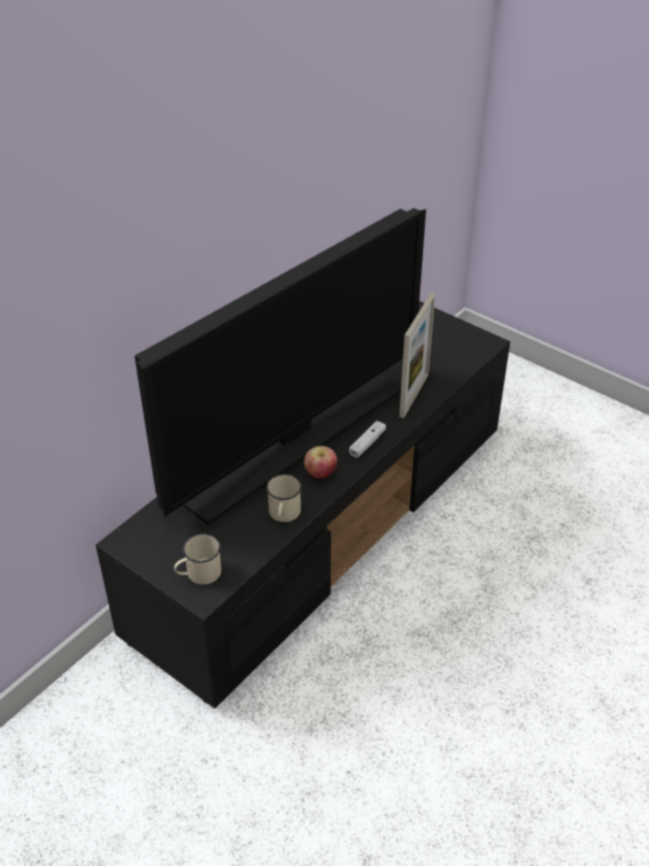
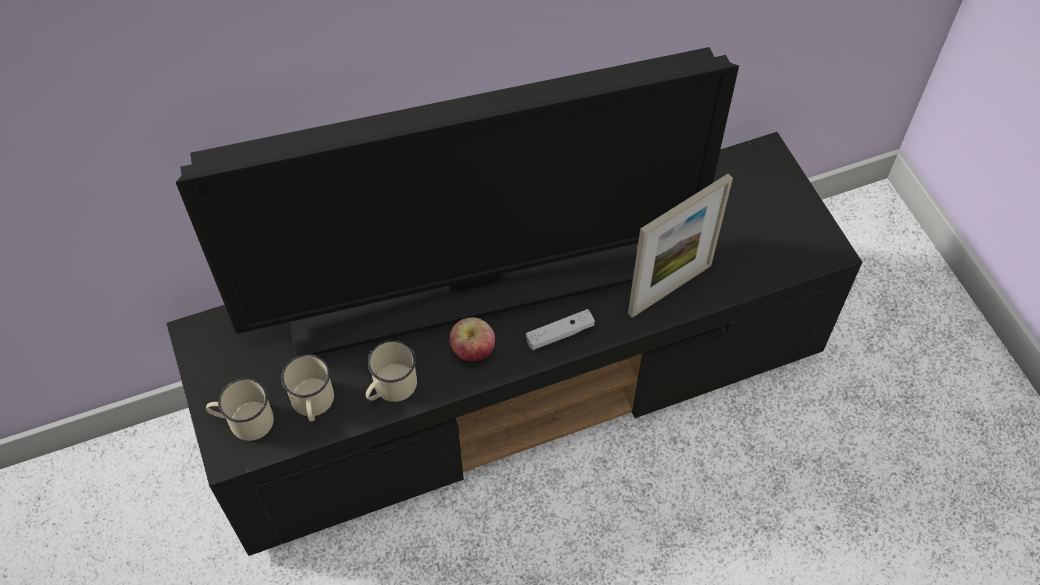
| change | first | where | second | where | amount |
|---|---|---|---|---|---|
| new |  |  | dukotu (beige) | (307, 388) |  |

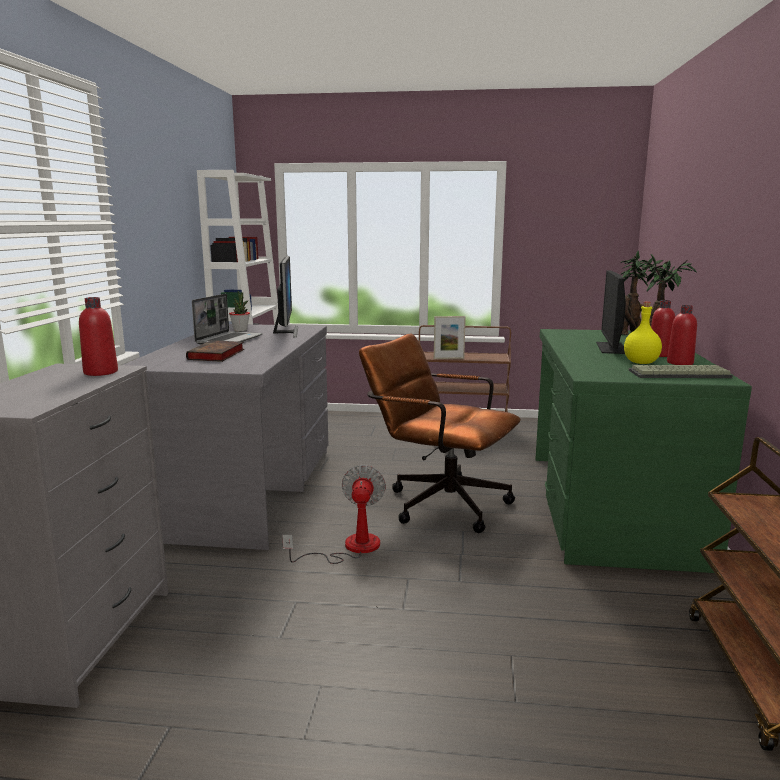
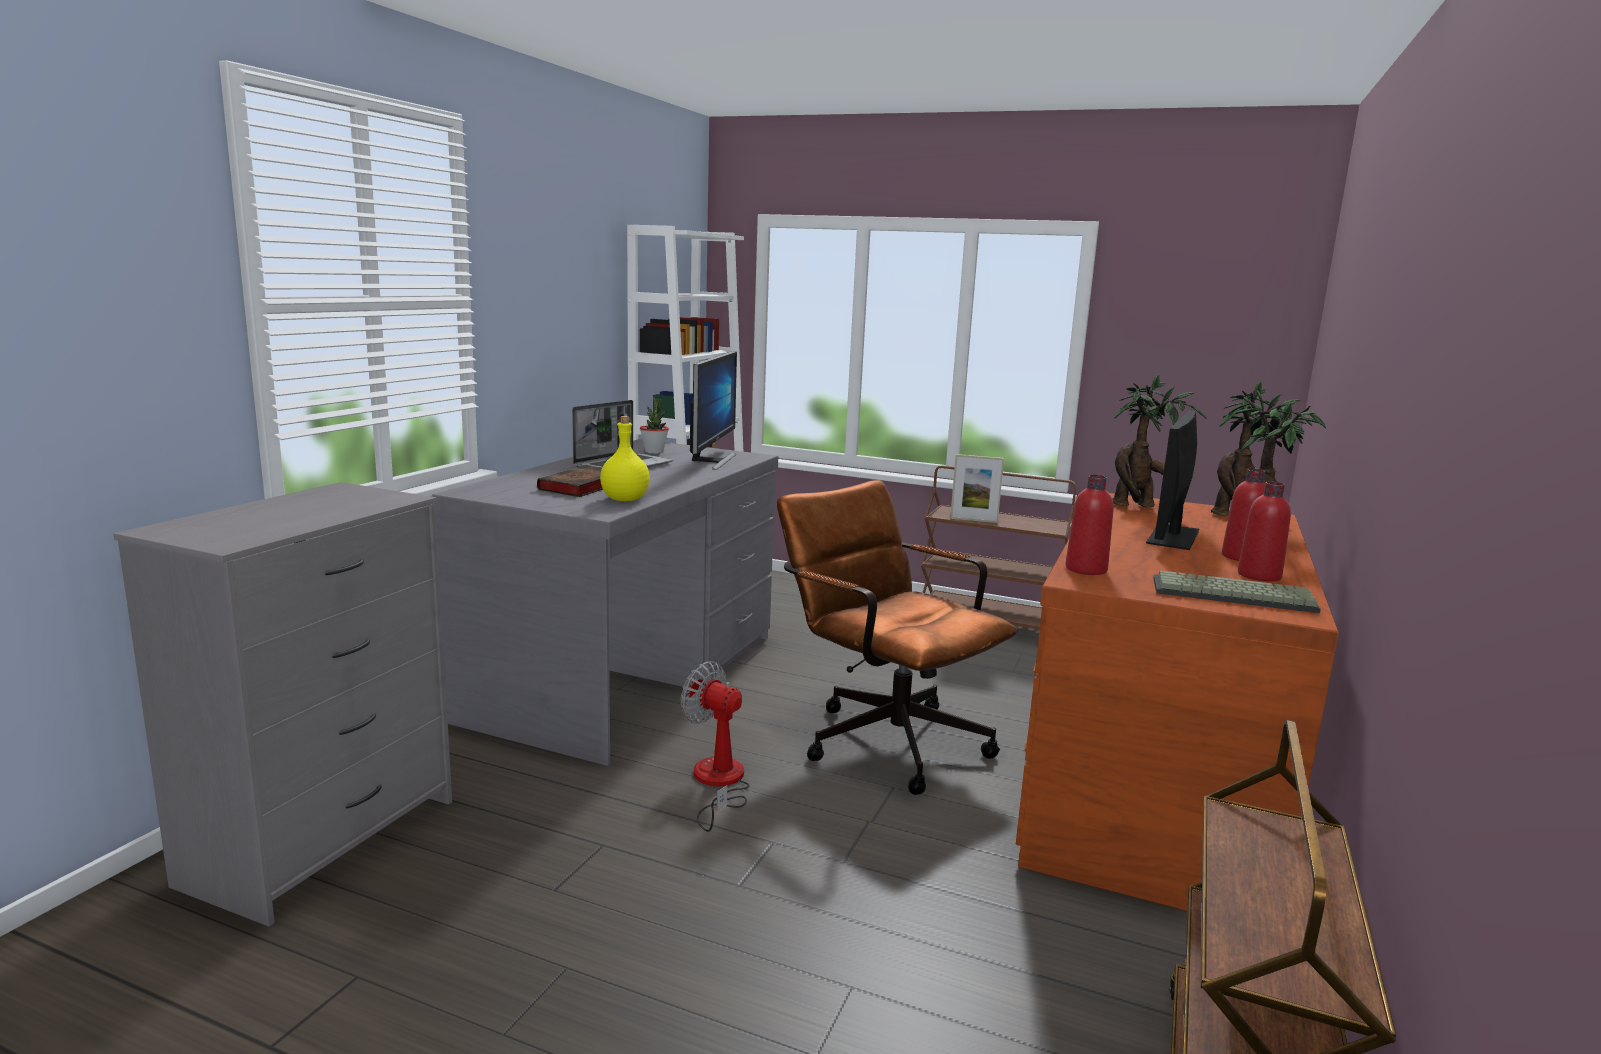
| change | first | where | second | where | amount |
|---|---|---|---|---|---|
| new |  |  | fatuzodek | (1159, 440) |  |
| shifted | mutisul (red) | (98, 336) |  | (1089, 525) |  |
| shifted | mutisul (yellow) | (643, 333) |  | (625, 458) |  |
| repainted | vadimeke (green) | (643, 451) | vadimeke (brown) | (1177, 702) |  |
| rotated | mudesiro | (334, 514) |  | (715, 746) | 75 degrees counterclockwise |

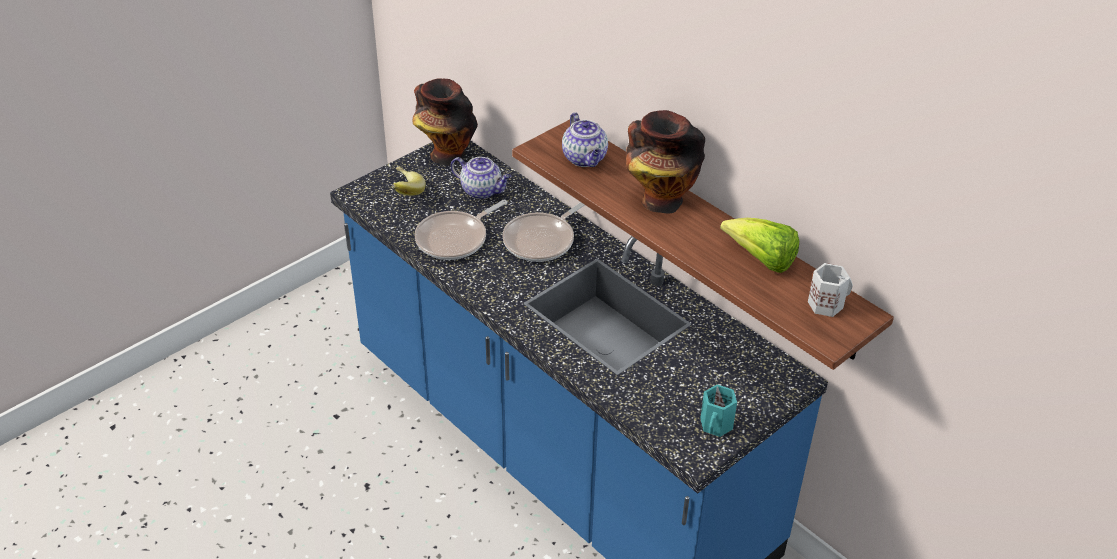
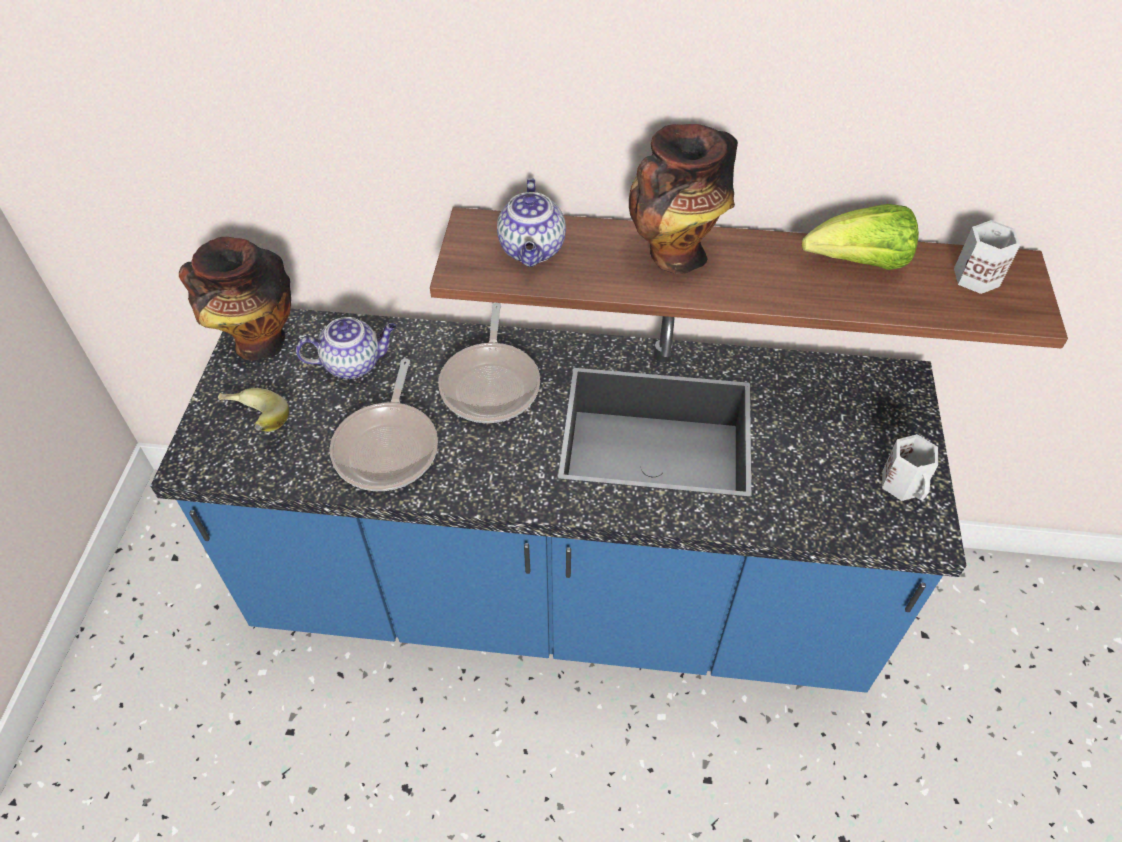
| change | first | where | second | where | amount |
|---|---|---|---|---|---|
| repainted | dukotu (turquoise) | (718, 410) | dukotu (white) | (910, 467) |  |
| rotated | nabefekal | (585, 139) |  | (531, 222) | 60 degrees clockwise |

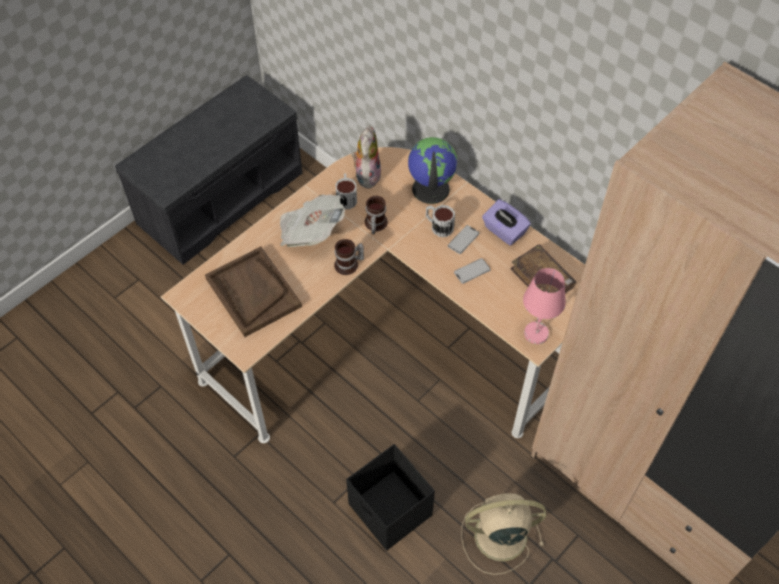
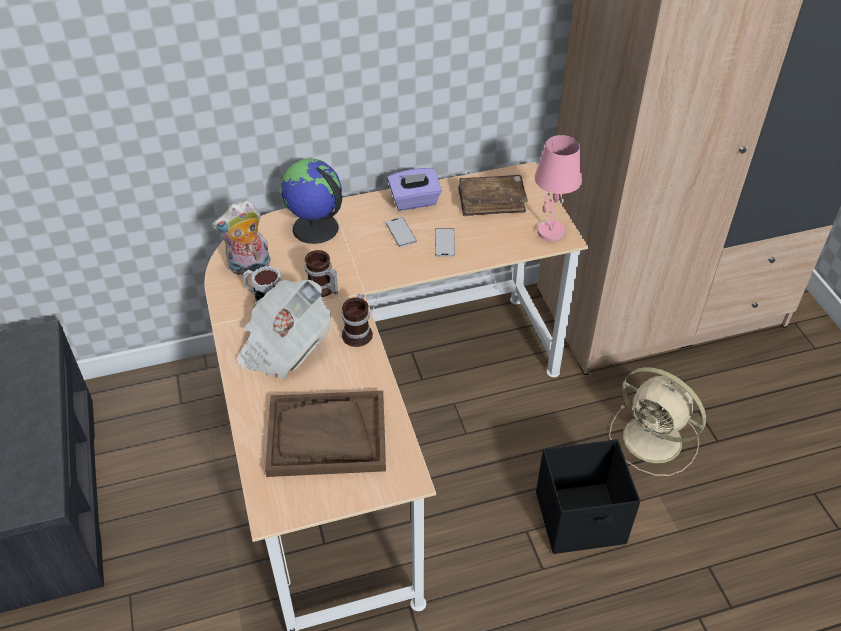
| change | first | where | second | where | amount |
|---|---|---|---|---|---|
| gone | dukotu | (440, 221) |  |  |  |
| rotated | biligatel | (366, 157) |  | (241, 237) | 60 degrees counterclockwise |
| rotated | mudesiro (beige) | (503, 534) |  | (657, 421) | 75 degrees counterclockwise |

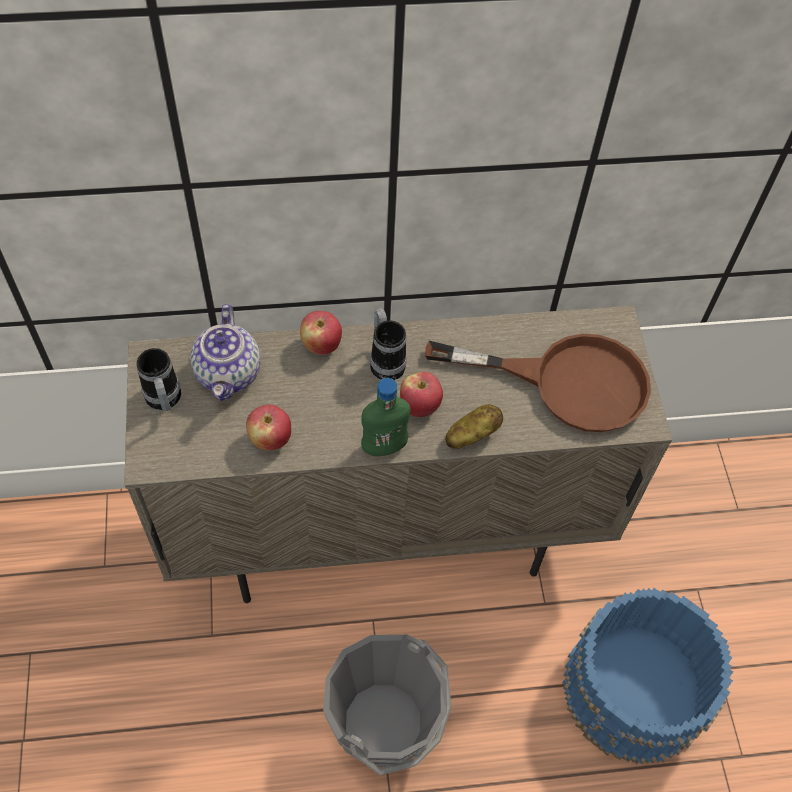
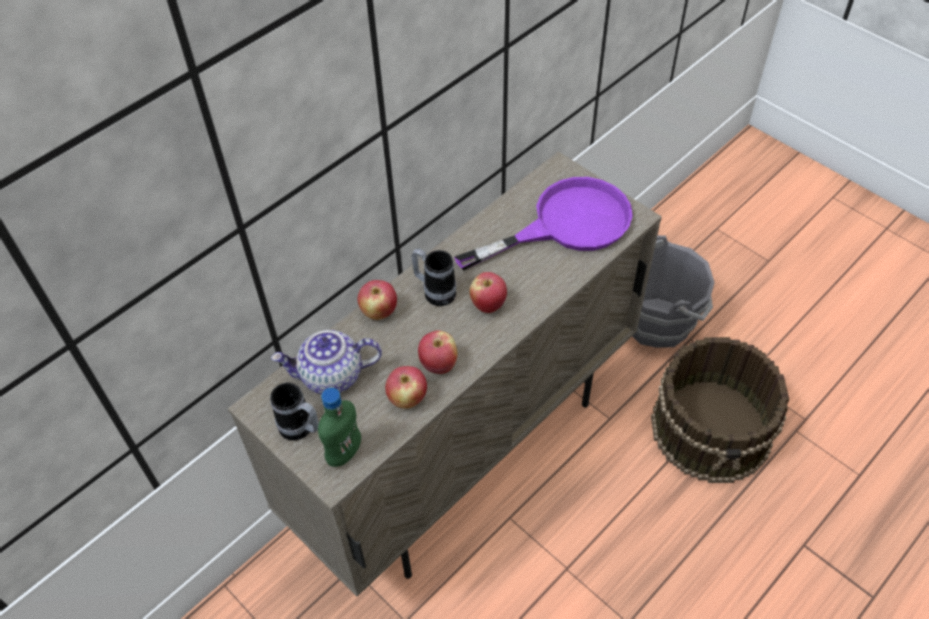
| change | first | where | second | where | amount |
|---|---|---|---|---|---|
| gone | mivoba | (474, 426) |  |  |  |
| new |  |  | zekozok | (438, 352) |  |
| shifted | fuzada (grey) | (387, 705) |  | (673, 291) |  |
| shifted | mutisul (green) | (386, 417) |  | (339, 427) |  |
| repainted | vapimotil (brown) | (538, 383) | vapimotil (purple) | (543, 224) |  |
| repainted | fuzada (blue) | (647, 676) | fuzada (brown) | (720, 410) |  |
| rotated | nabefekal | (225, 352) |  | (326, 362) | 120 degrees clockwise |

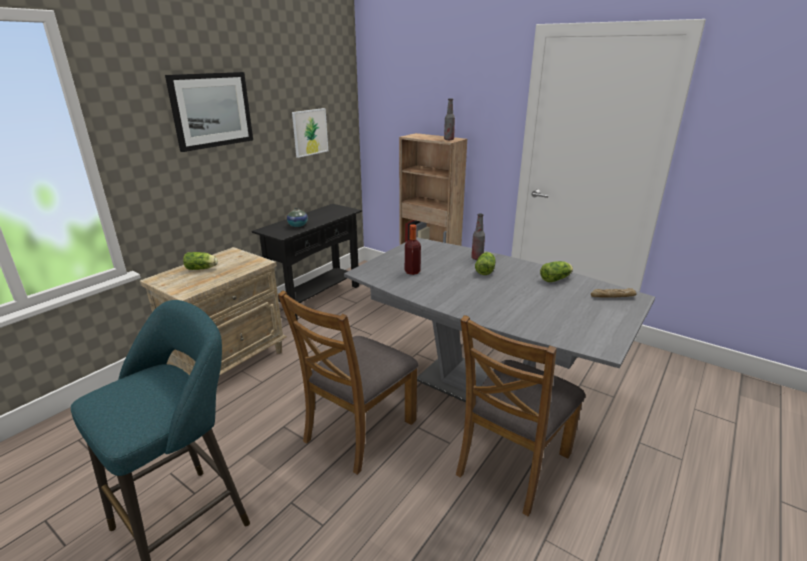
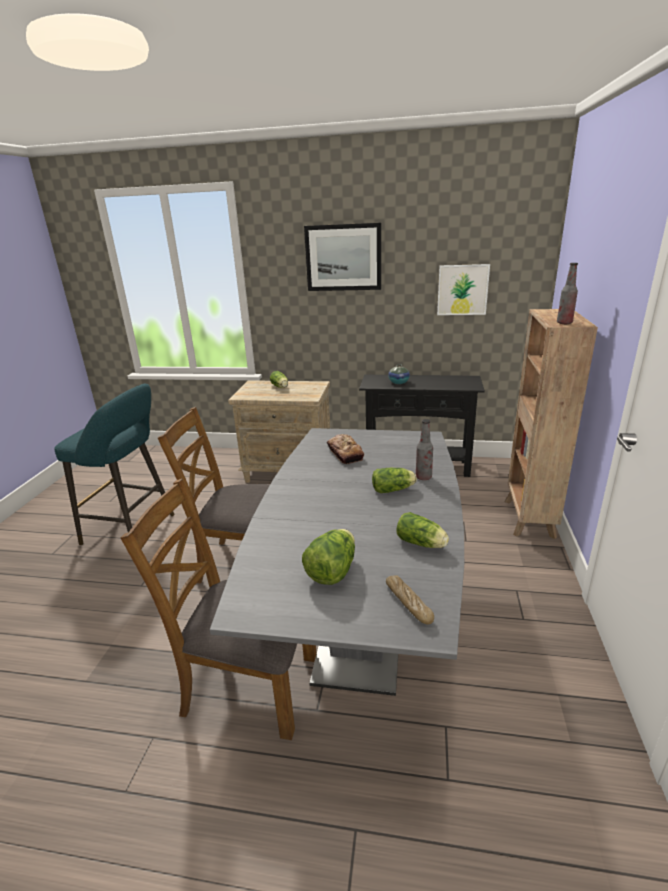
| change | first | where | second | where | amount |
|---|---|---|---|---|---|
| new |  |  | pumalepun | (328, 557) |  |
| swapped | mutisul | (413, 249) | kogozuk | (345, 449) |  |

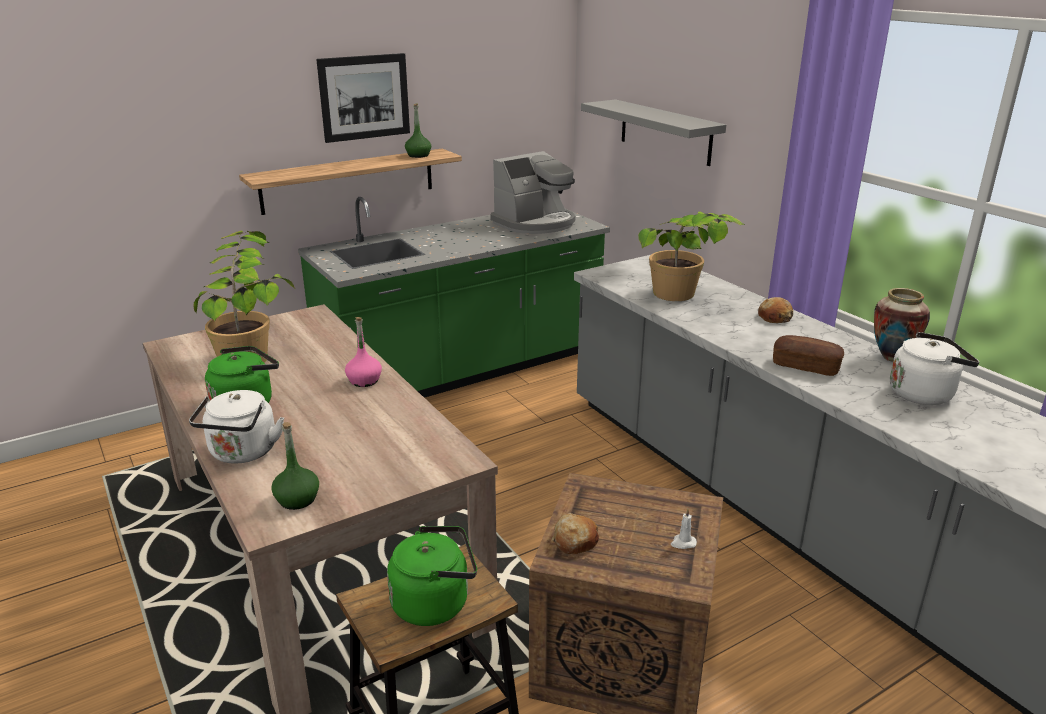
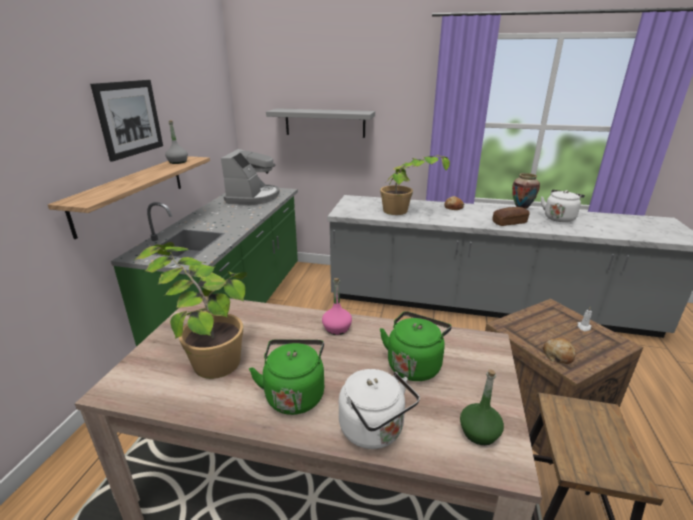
| change | first | where | second | where | amount |
|---|---|---|---|---|---|
| shifted | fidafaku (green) | (432, 576) |  | (416, 346) |  |
| repainted | mutisul (green) | (418, 131) | mutisul (grey) | (176, 142) |  |

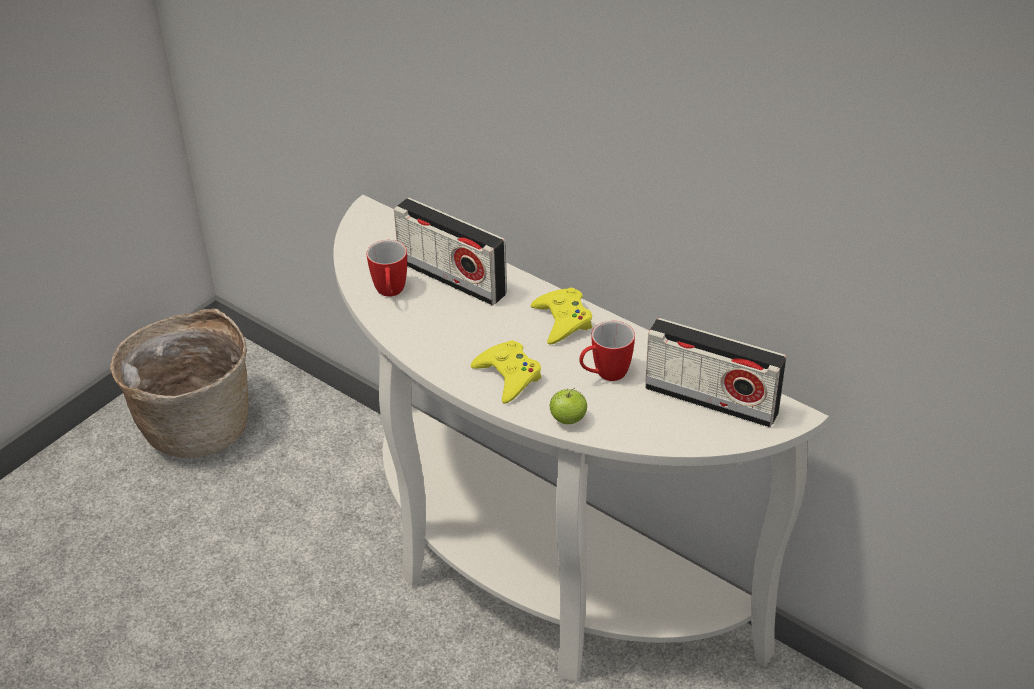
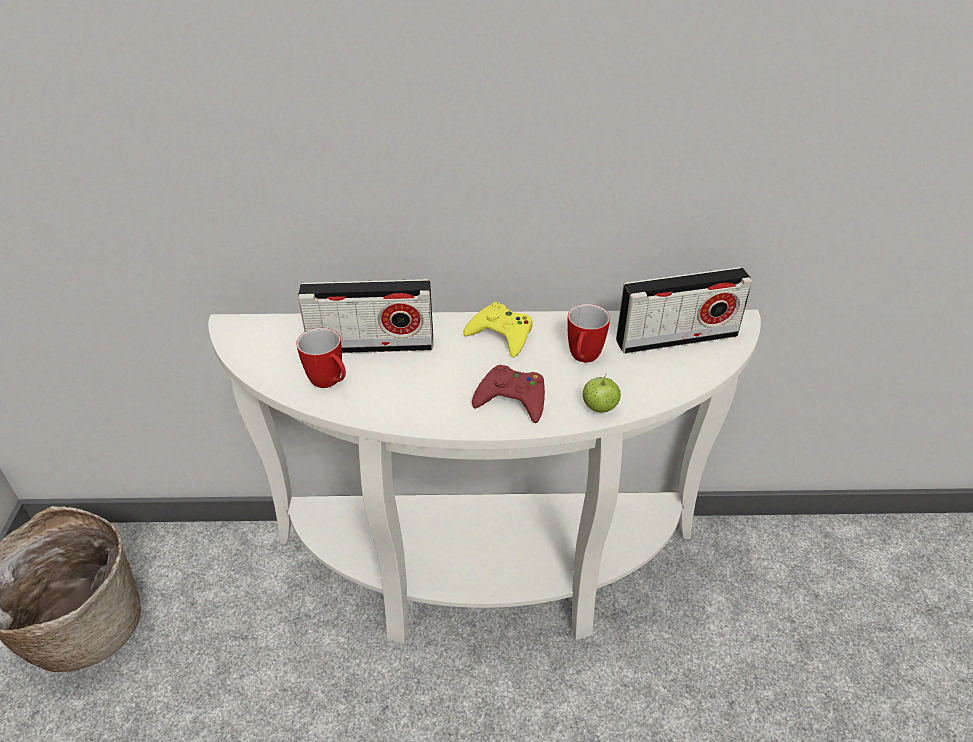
| change | first | where | second | where | amount |
|---|---|---|---|---|---|
| repainted | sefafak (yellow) | (506, 372) | sefafak (red) | (508, 394) |  |

